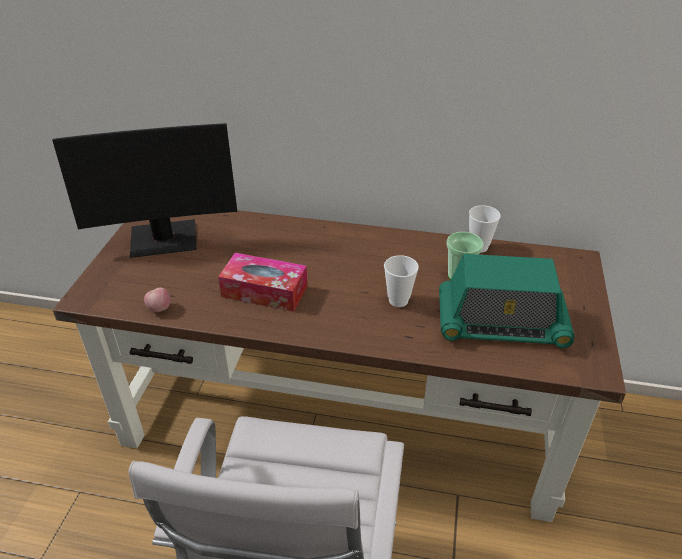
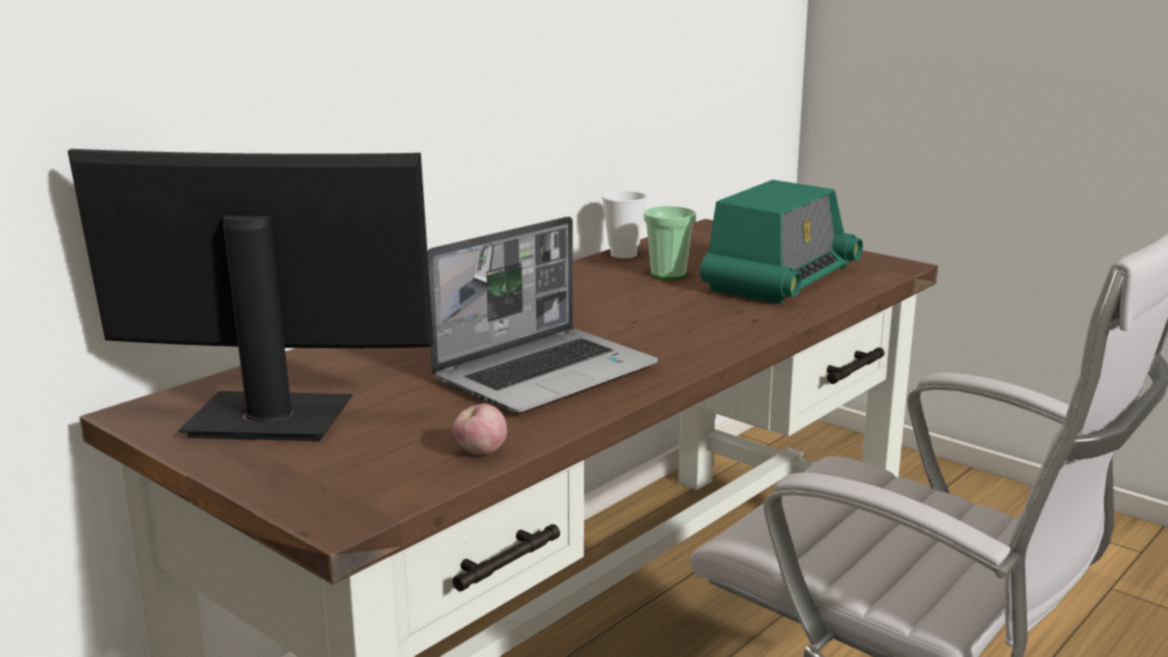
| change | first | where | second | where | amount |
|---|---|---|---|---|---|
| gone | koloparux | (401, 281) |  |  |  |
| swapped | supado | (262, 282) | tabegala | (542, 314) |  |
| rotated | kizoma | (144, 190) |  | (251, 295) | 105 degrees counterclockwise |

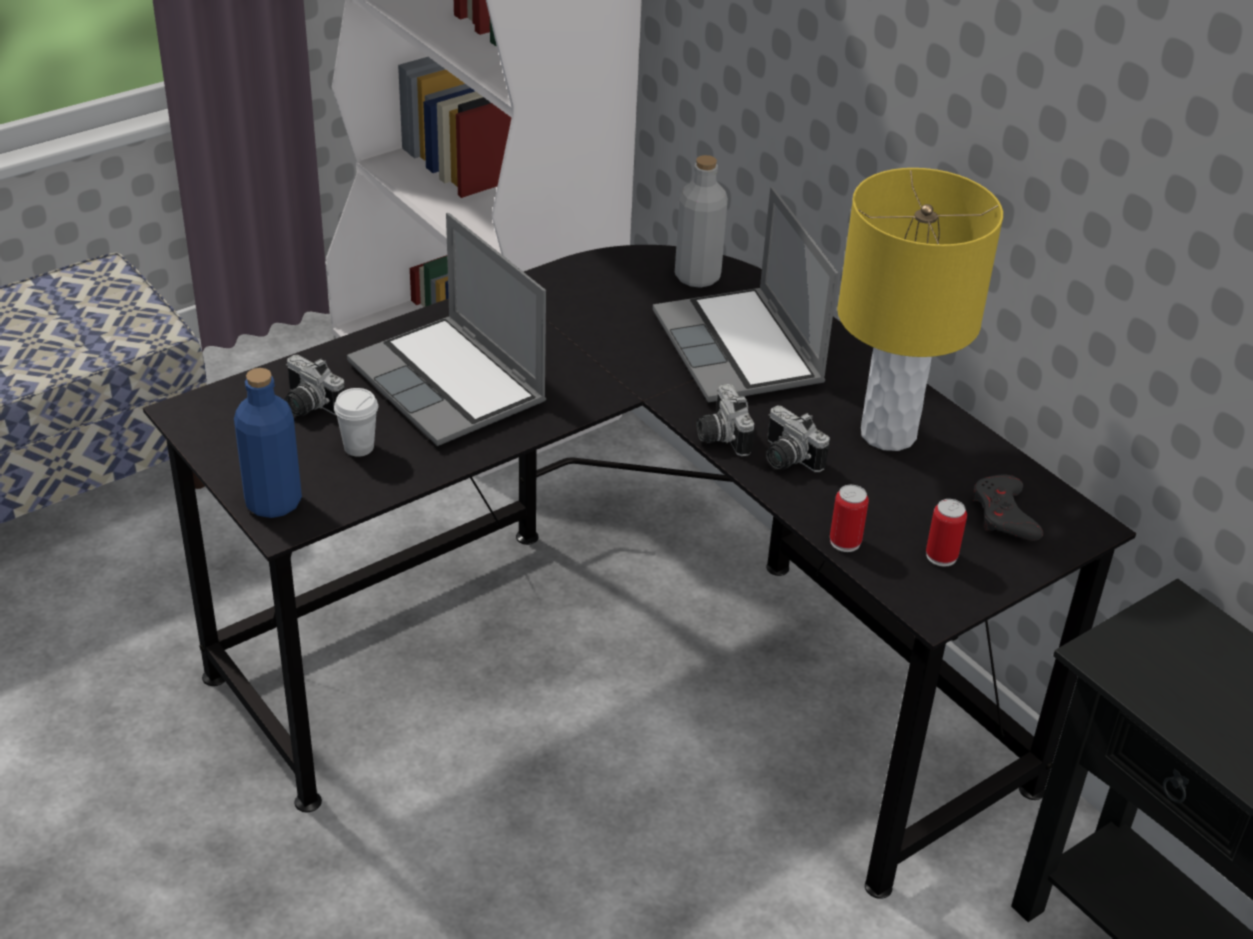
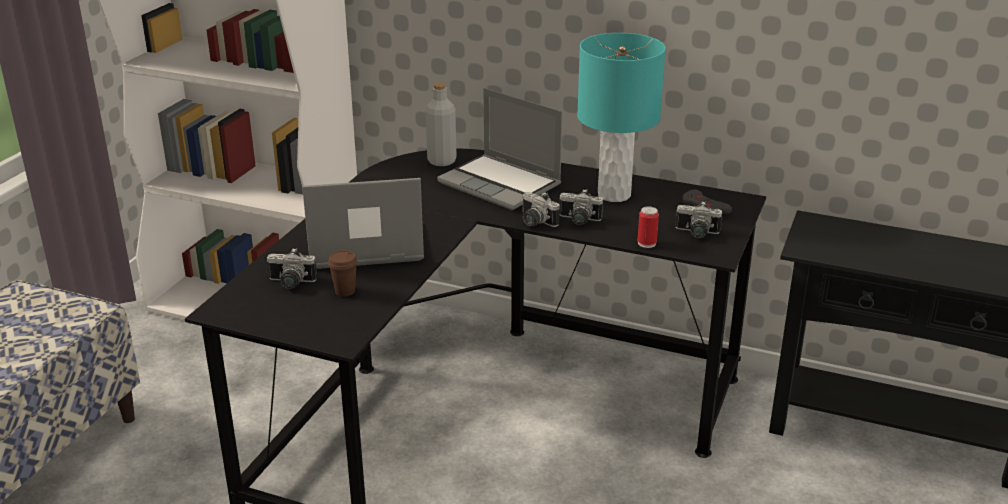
| change | first | where | second | where | amount |
|---|---|---|---|---|---|
| gone | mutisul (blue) | (268, 443) |  |  |  |
| swapped | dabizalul | (946, 533) | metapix | (698, 219) |  |
| repainted | koloparux (white) | (356, 422) | koloparux (brown) | (343, 273) |  |
| repainted | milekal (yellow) | (920, 309) | milekal (turquoise) | (621, 117) |  |
| rotated | tabegala | (446, 329) |  | (363, 223) | 150 degrees clockwise |

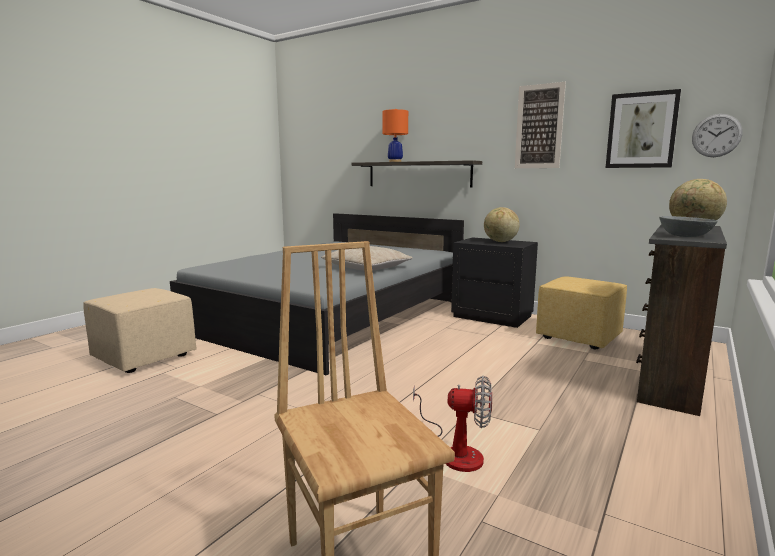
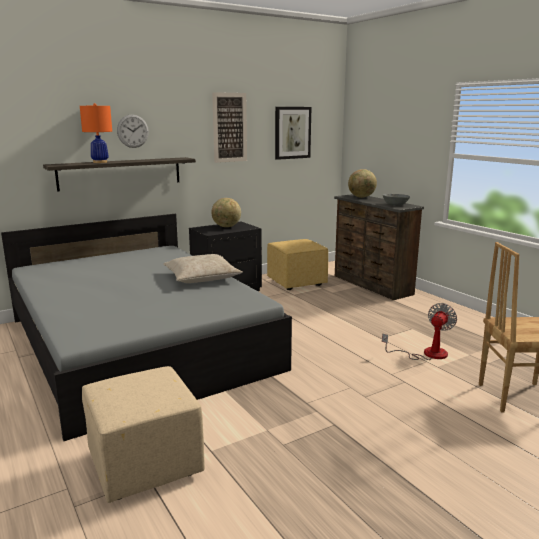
| change | first | where | second | where | amount |
|---|---|---|---|---|---|
| shifted | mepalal | (717, 135) |  | (133, 131) |  |

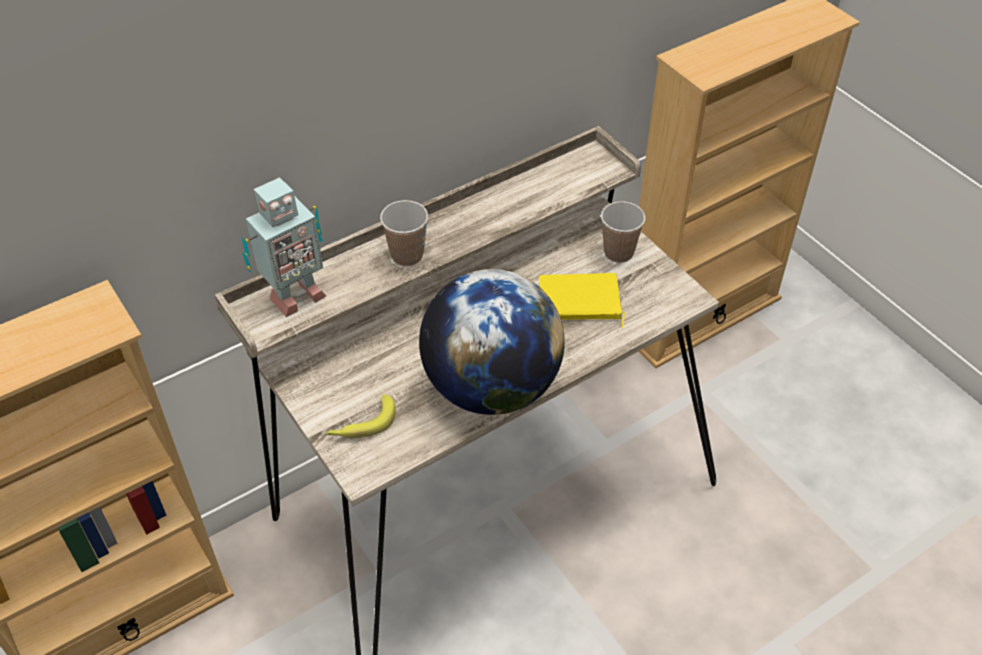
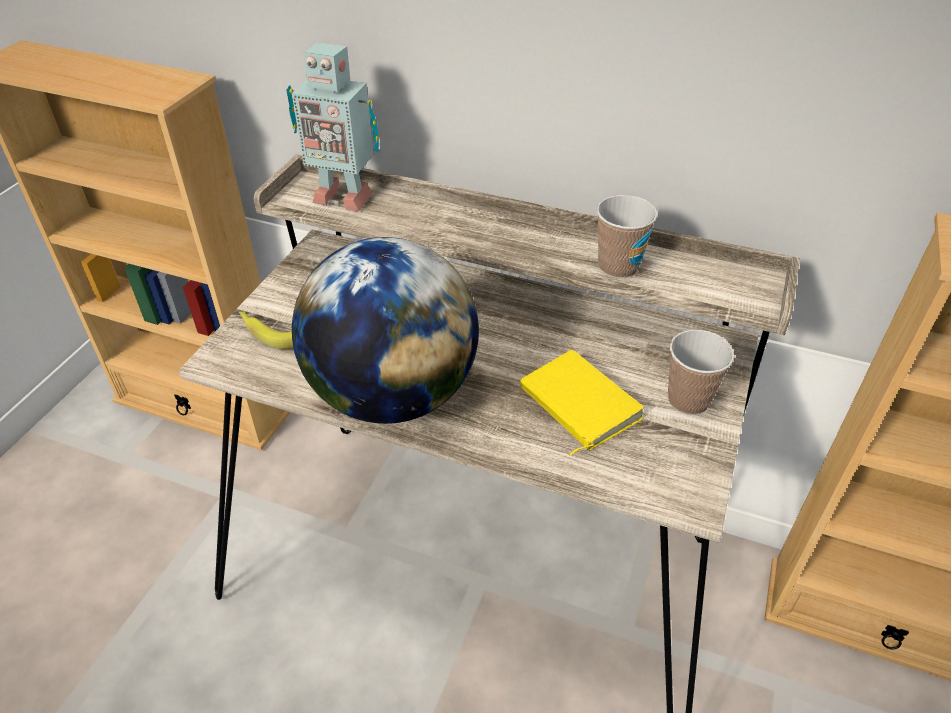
| change | first | where | second | where | amount |
|---|---|---|---|---|---|
| shifted | koloparux | (404, 233) |  | (627, 237) |  |

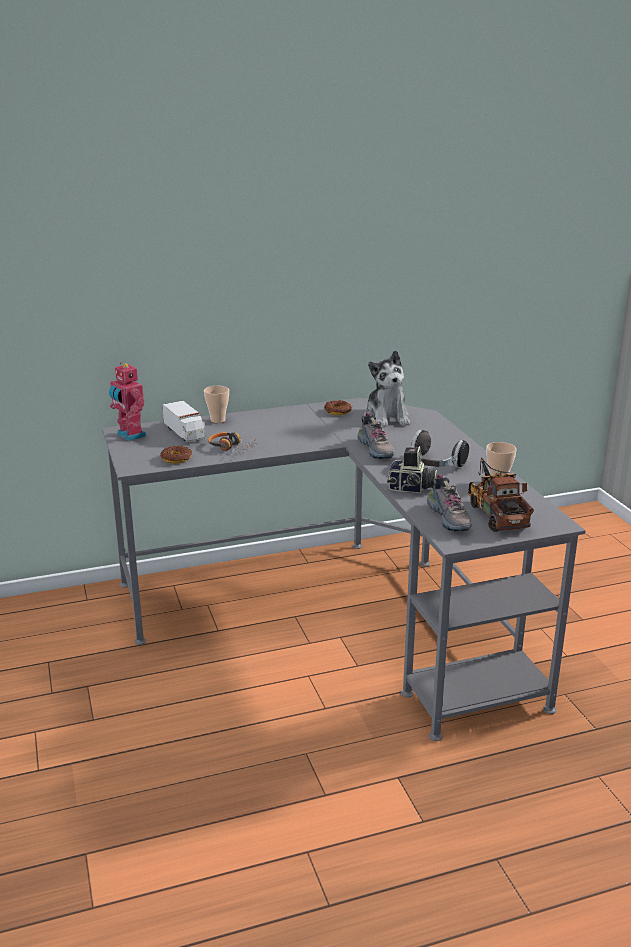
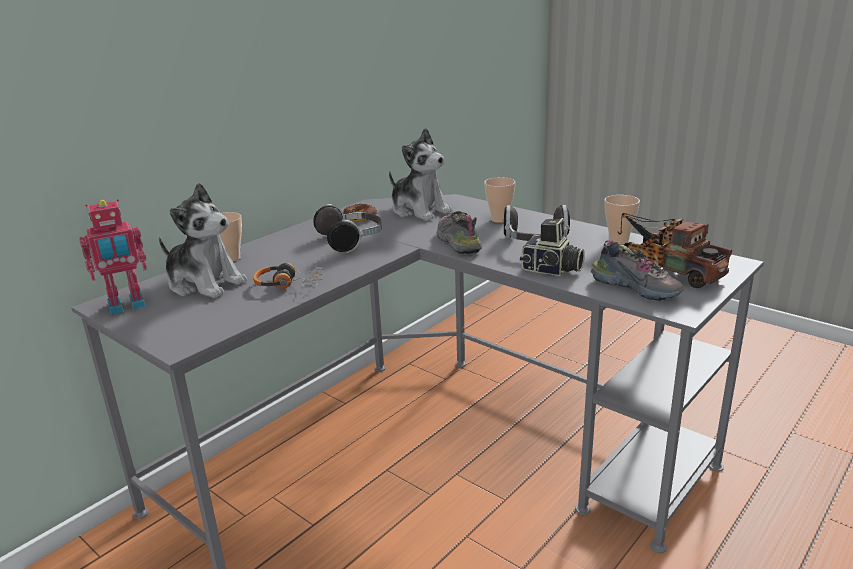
| change | first | where | second | where | amount |
|---|---|---|---|---|---|
| gone | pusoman | (176, 455) |  |  |  |
| new |  |  | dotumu | (347, 228) |  |
| new |  |  | koloparux | (500, 200) |  |
| swapped | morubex | (183, 421) | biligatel | (203, 240) |  |
| rotated | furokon | (127, 401) |  | (113, 257) | 45 degrees counterclockwise |
| rotated | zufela | (376, 436) |  | (459, 232) | 150 degrees counterclockwise |
| rotated | metapix | (412, 469) |  | (552, 247) | 45 degrees clockwise |

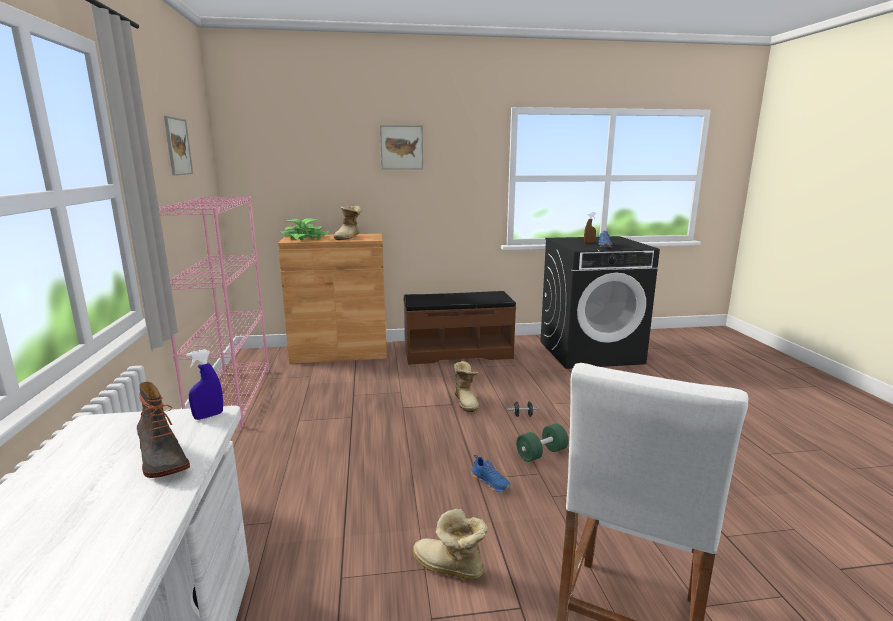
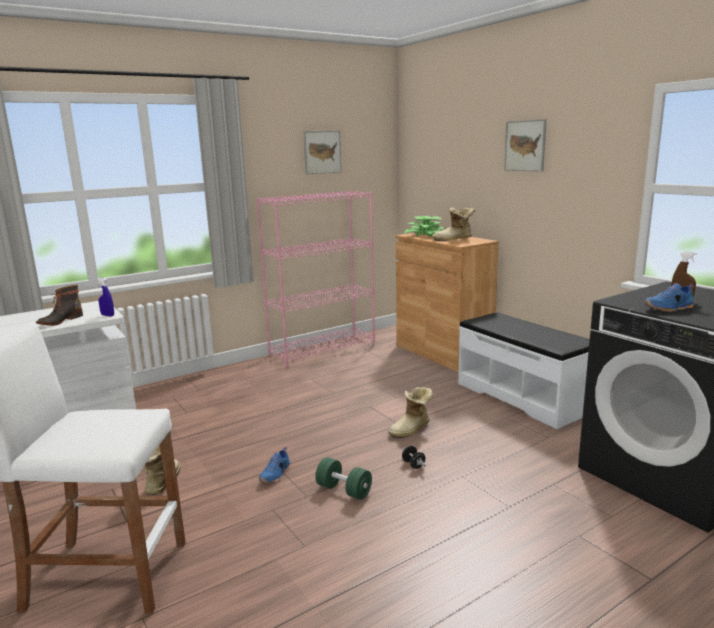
| change | first | where | second | where | amount |
|---|---|---|---|---|---|
| repainted | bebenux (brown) | (459, 328) | bebenux (white) | (524, 370) |  |

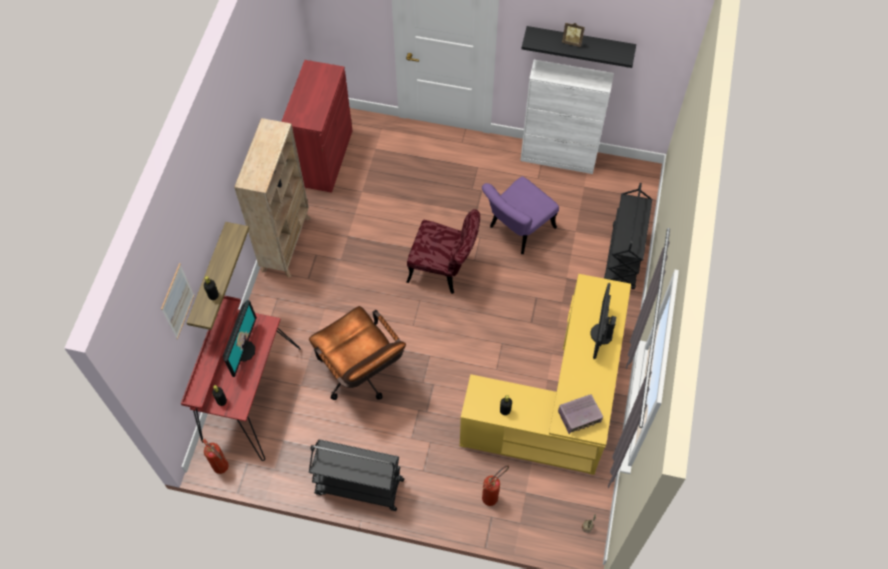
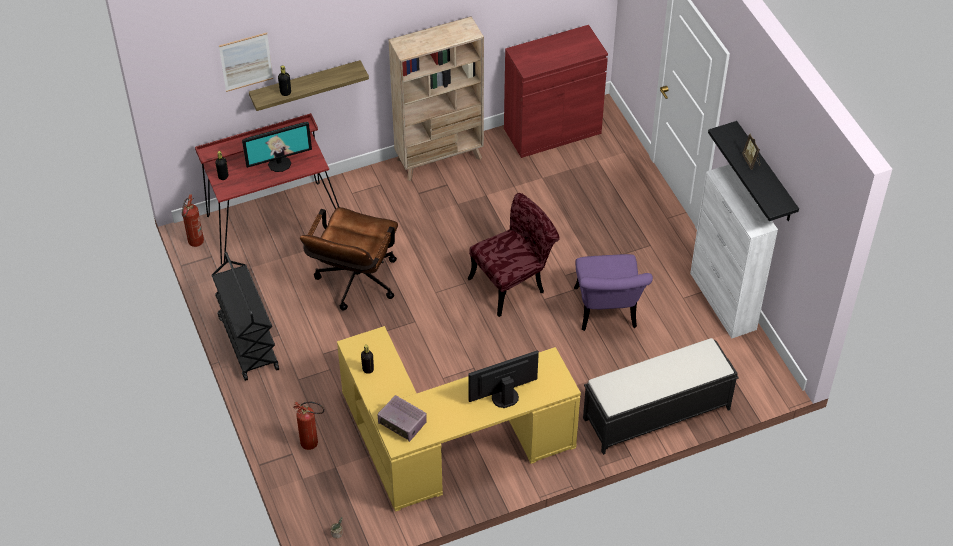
| change | first | where | second | where | amount |
|---|---|---|---|---|---|
| swapped | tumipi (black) | (628, 236) | bebenux (black) | (661, 396) |  |
| rotated | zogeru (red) | (443, 251) |  | (514, 255) | 105 degrees counterclockwise |
| rotated | zogeru (purple) | (520, 215) |  | (613, 292) | 105 degrees counterclockwise |

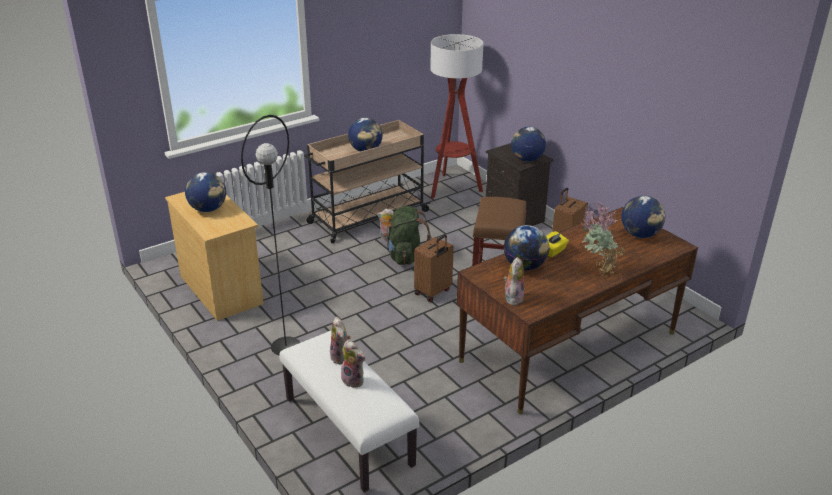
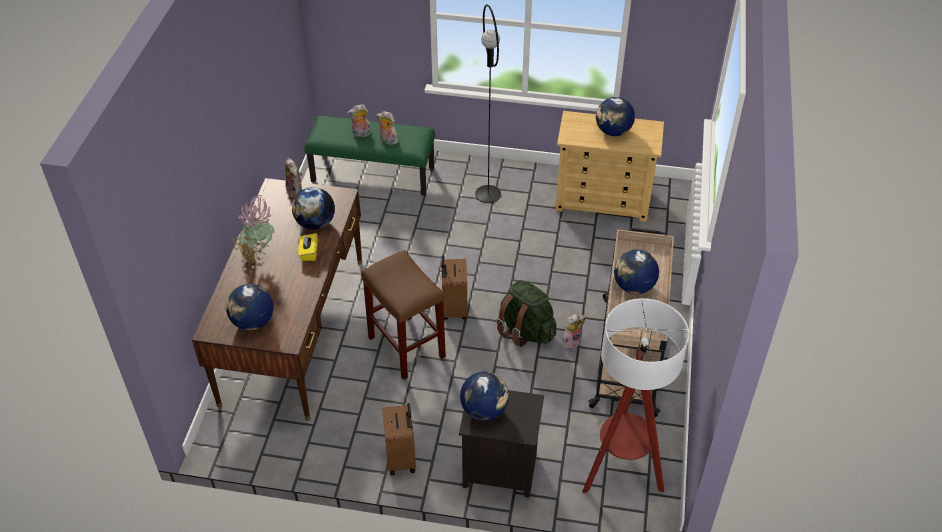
| change | first | where | second | where | amount |
|---|---|---|---|---|---|
| repainted | bebenux (white) | (349, 411) | bebenux (green) | (369, 156) |  |

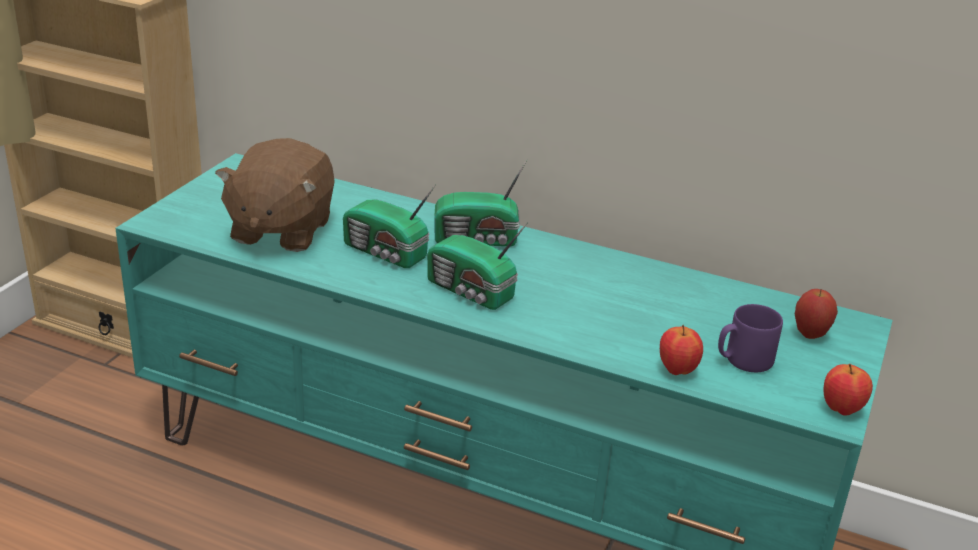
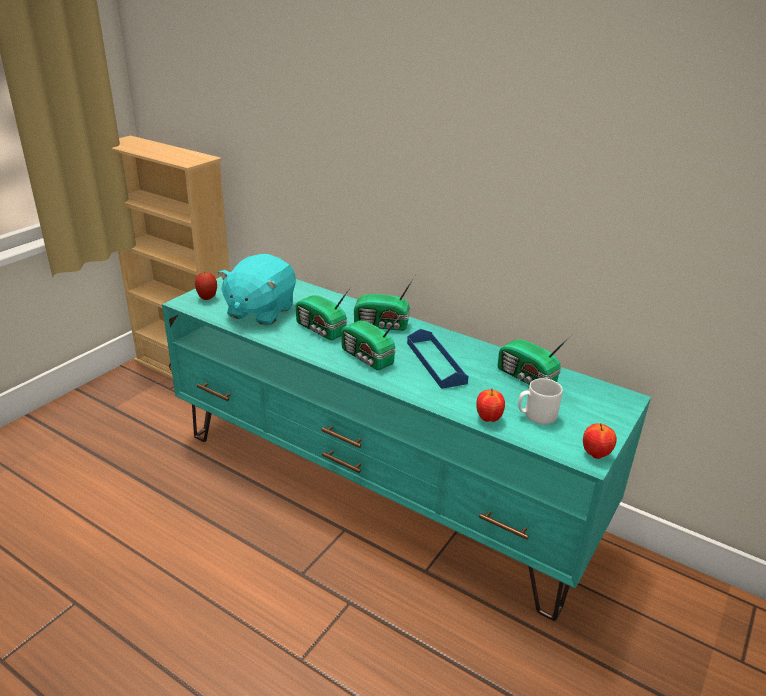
| change | first | where | second | where | amount |
|---|---|---|---|---|---|
| new |  |  | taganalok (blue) | (438, 359) |  |
| new |  |  | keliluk | (534, 360) |  |
| shifted | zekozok | (816, 314) |  | (206, 286) |  |
| repainted | biligatel (brown) | (275, 195) | biligatel (turquoise) | (257, 290) |  |
| repainted | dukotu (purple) | (750, 338) | dukotu (white) | (540, 401) |  |

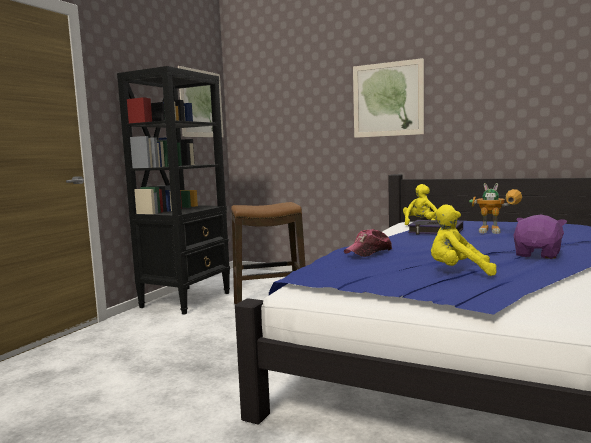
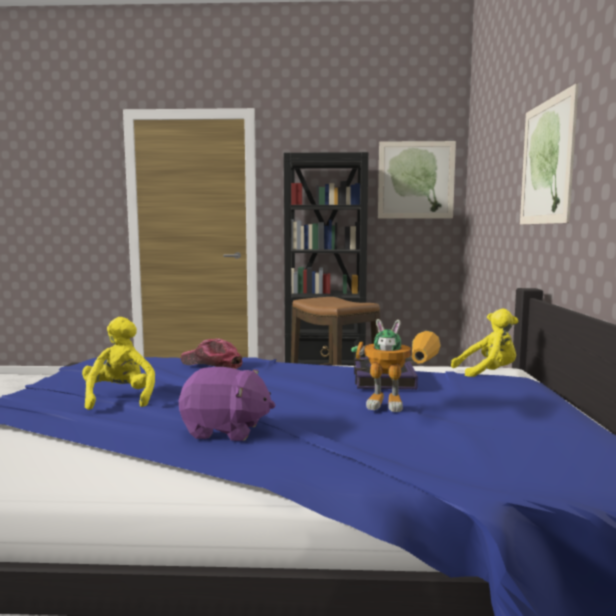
| change | first | where | second | where | amount |
|---|---|---|---|---|---|
| rotated | furokon | (495, 208) |  | (396, 365) | 75 degrees counterclockwise |

